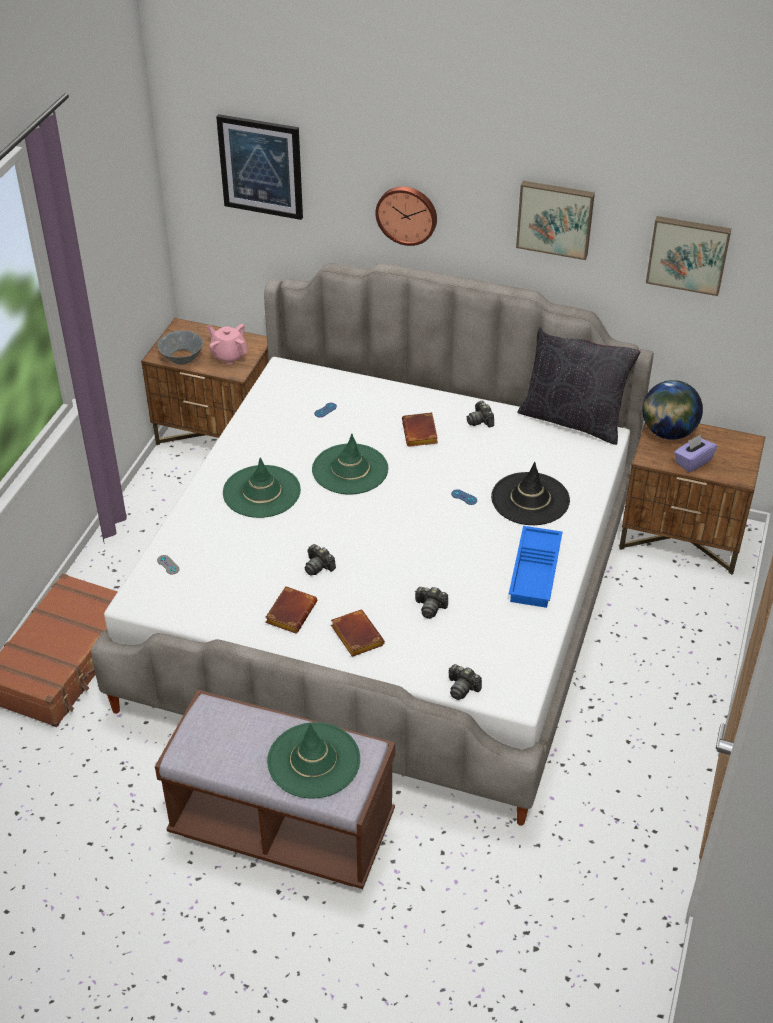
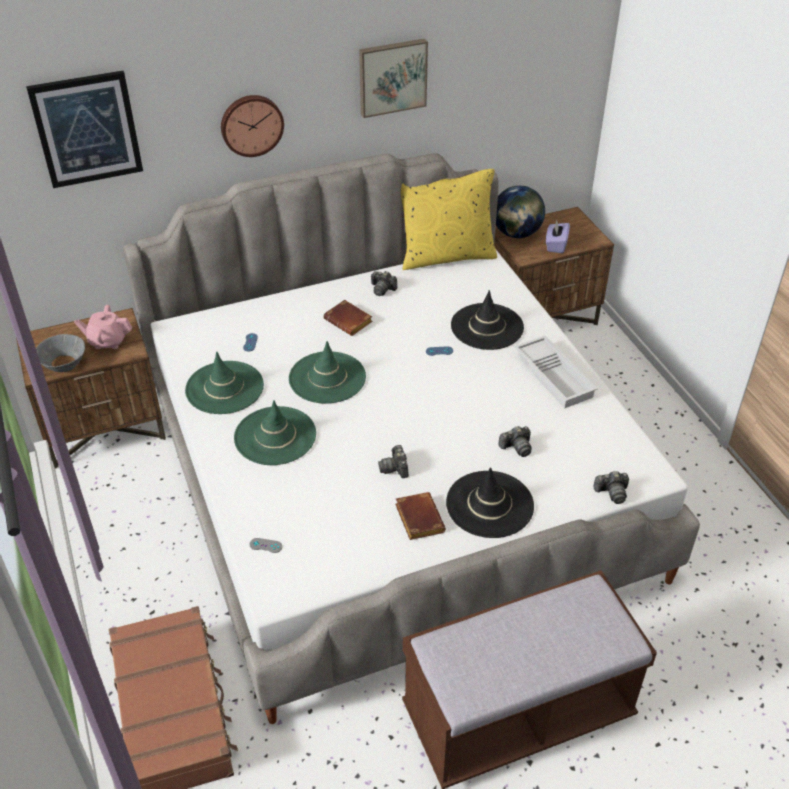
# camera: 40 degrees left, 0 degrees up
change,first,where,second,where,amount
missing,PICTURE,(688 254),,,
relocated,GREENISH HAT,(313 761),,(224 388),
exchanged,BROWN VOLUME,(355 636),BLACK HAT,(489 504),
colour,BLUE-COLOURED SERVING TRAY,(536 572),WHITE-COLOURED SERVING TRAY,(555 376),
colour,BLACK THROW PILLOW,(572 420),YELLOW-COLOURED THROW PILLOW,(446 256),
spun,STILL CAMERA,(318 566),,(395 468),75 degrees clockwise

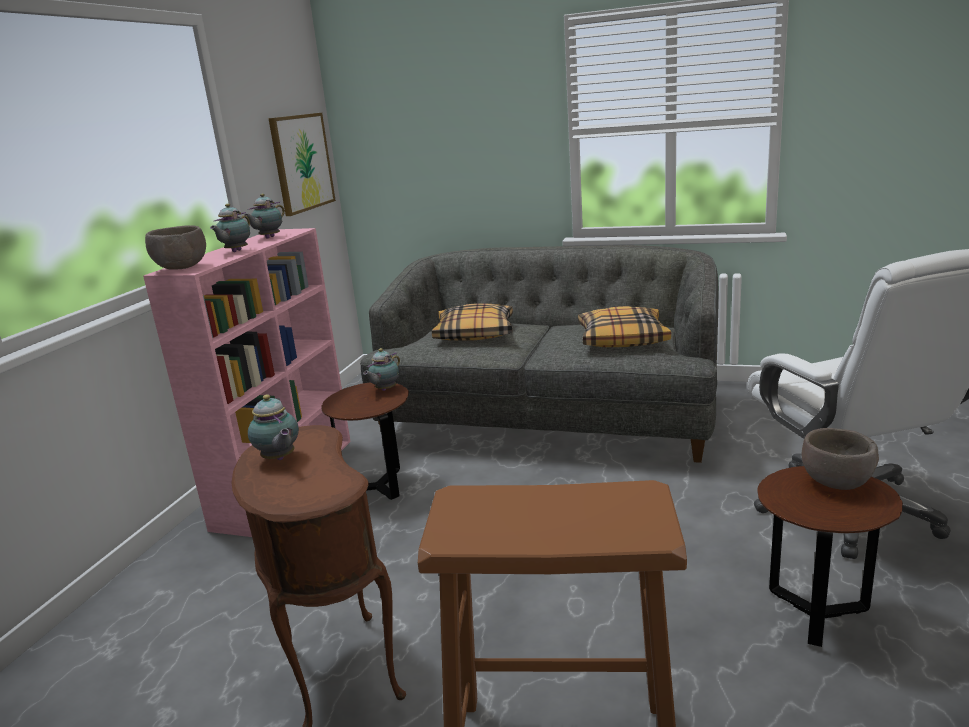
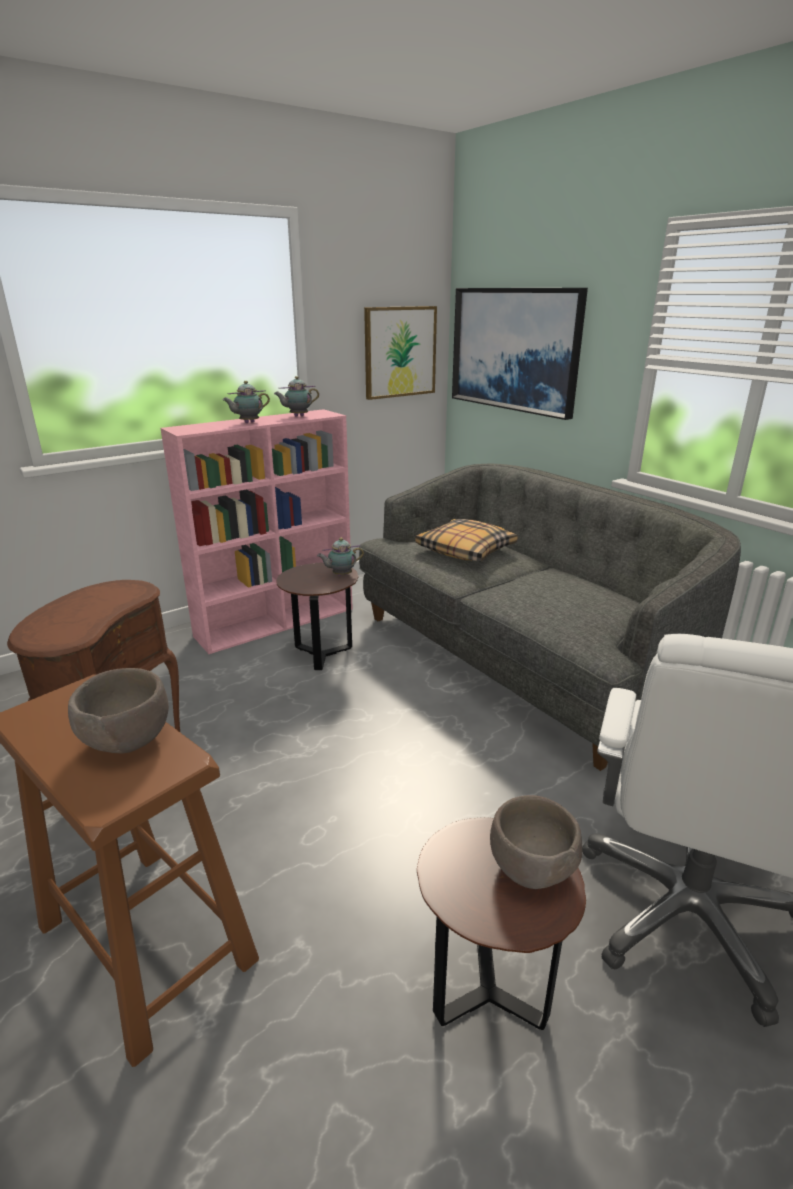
# camera: 35 degrees right, 5 degrees up
change,first,where,second,where,amount
missing,TEA POT,(279 459),,,
missing,THROW PILLOW,(622 338),,,
appeared,,,PICTURE,(514 349),
relocated,BROWN BOWL,(181 268),,(126 741),

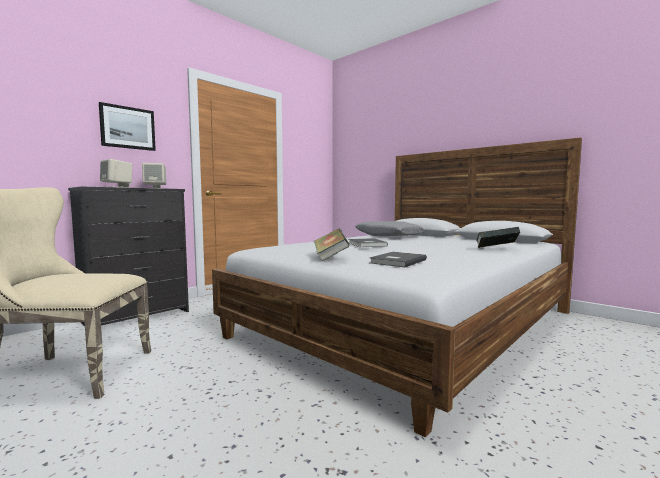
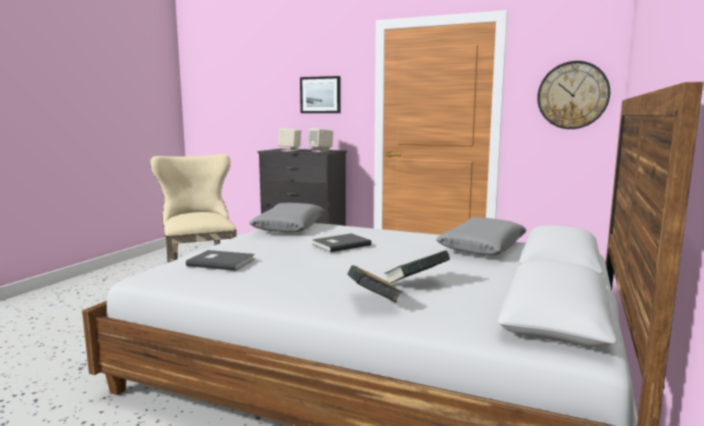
# camera: 70 degrees right, 5 degrees up
change,first,where,second,where,amount
appeared,,,GREY THROW PILLOW,(289 227),
appeared,,,HANGING CLOCK,(572 95),
relocated,VOLUME,(330 258),,(416 284),

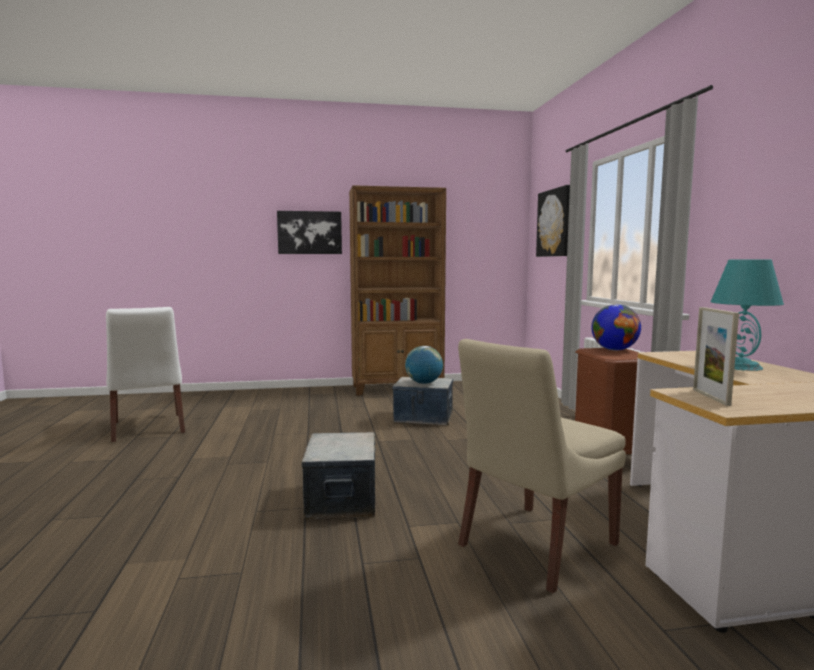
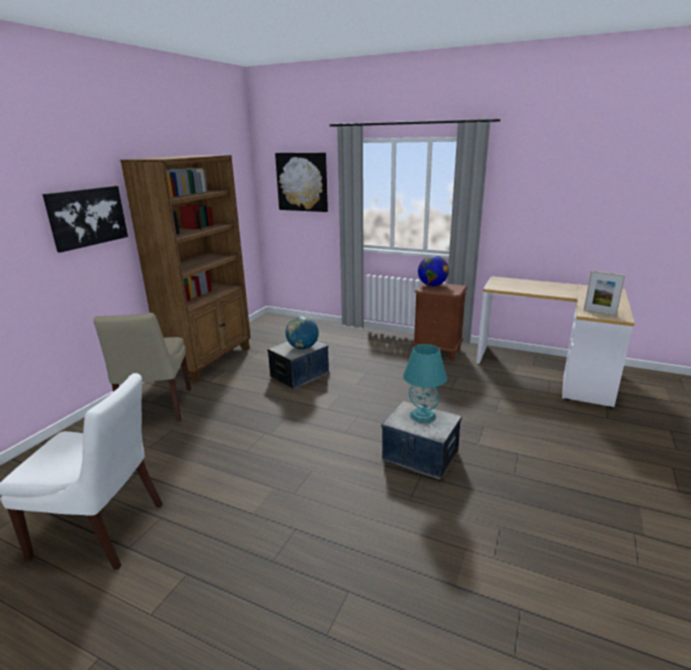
# camera: 55 degrees left, 15 degrees up
change,first,where,second,where,amount
relocated,SAND-COLOURED CHAIR,(534 547),,(155 408),
relocated,TURQUOISE-COLOURED TABLETOP LAMP,(739 366),,(422 416),

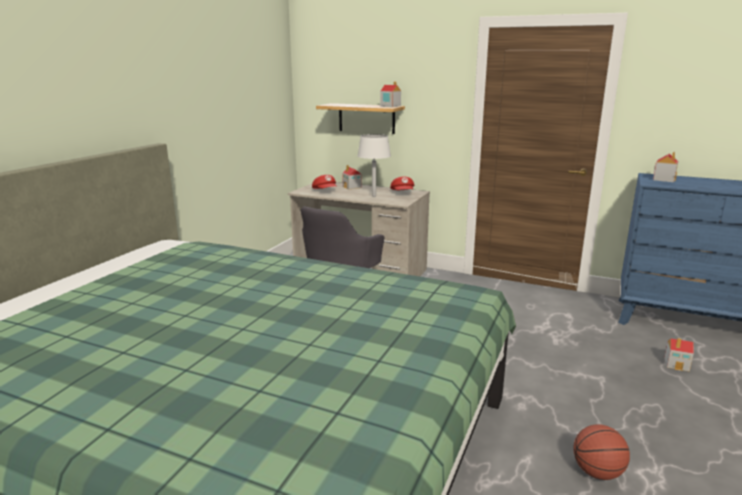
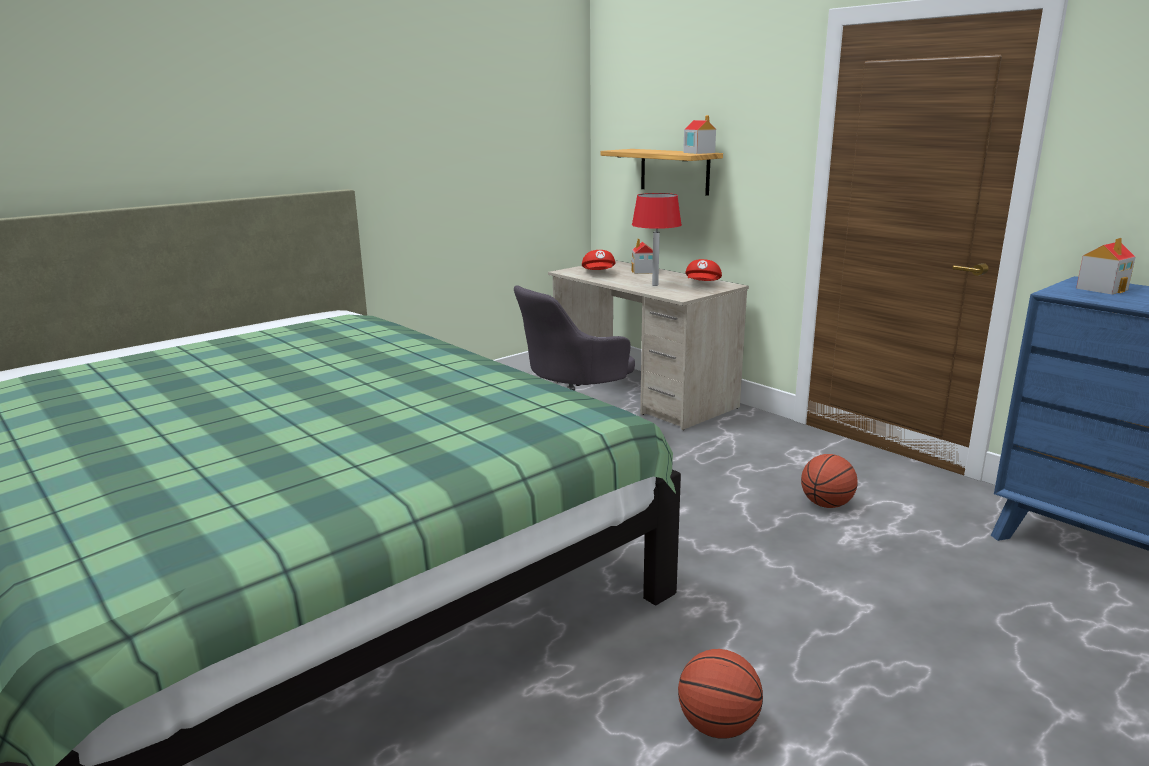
# camera: 25 degrees right, 0 degrees up
change,first,where,second,where,amount
missing,MODEL HOUSE,(677 364),,,
appeared,,,BASKETBALL,(826 504),
colour,WHITE-COLOURED TABLETOP LAMP,(373 196),REDDISH TABLETOP LAMP,(655 285),

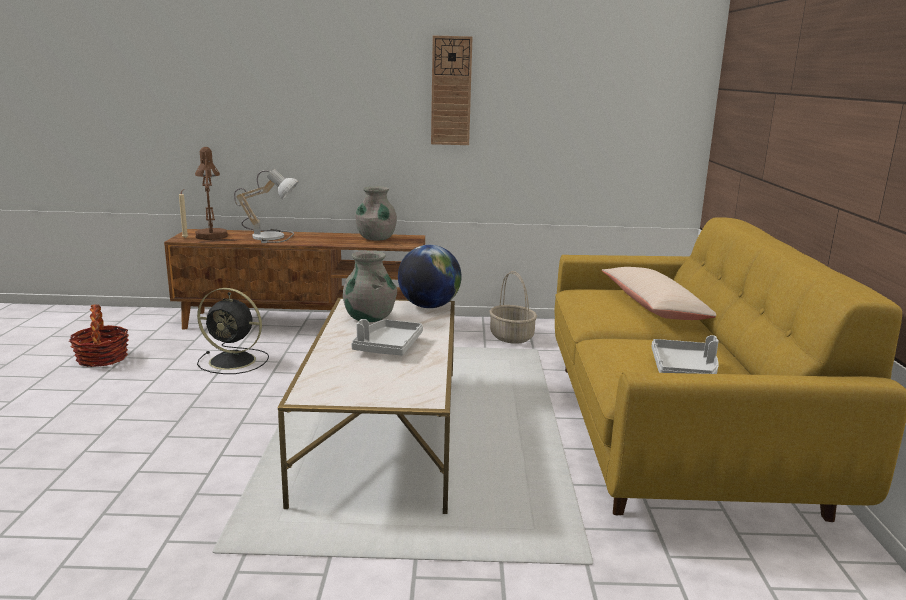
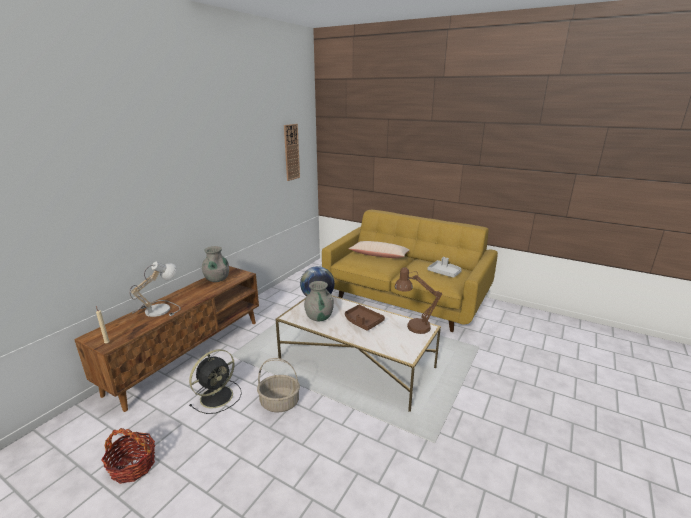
# camera: 60 degrees left, 5 degrees up
change,first,where,second,where,amount
relocated,BROWN TABLETOP LAMP,(211 235),,(413 326),
relocated,HANGING CLOCK,(451 91),,(291 152),
relocated,STORAGE BASKET,(512 337),,(280 402),
colour,GREY SERVING TRAY,(388 347),BROWN SERVING TRAY,(363 322),

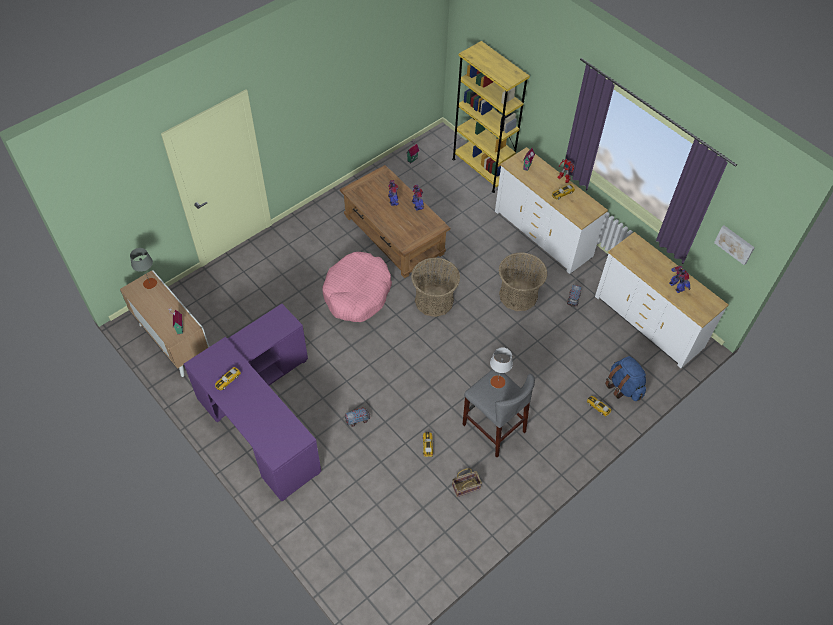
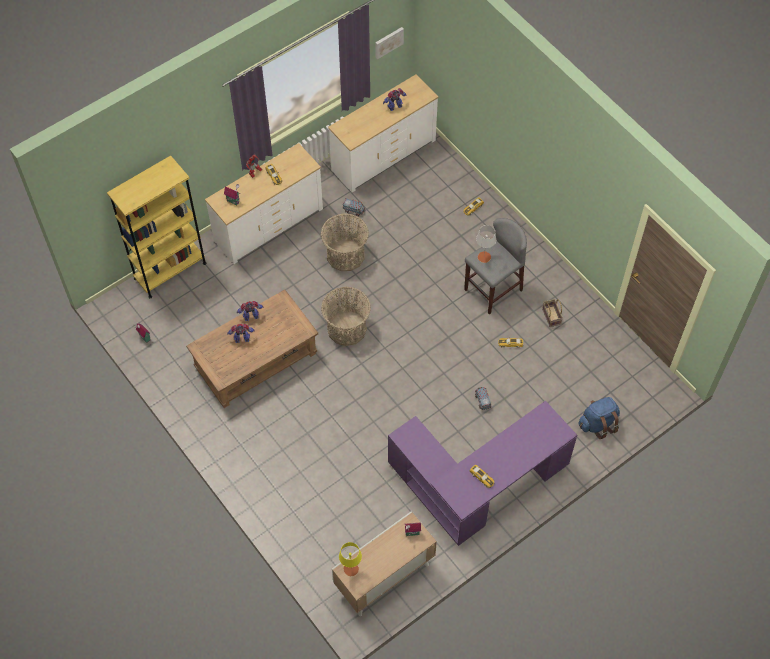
# camera: 85 degrees left, 5 degrees up
change,first,where,second,where,amount
missing,PINK-COLOURED DOG BED,(357 293),,,
relocated,BLUE-COLOURED RUCKSACK,(624 387),,(598 424),
colour,GREY TABLETOP LAMP,(150 283),YELLOW-COLOURED TABLETOP LAMP,(351 569),

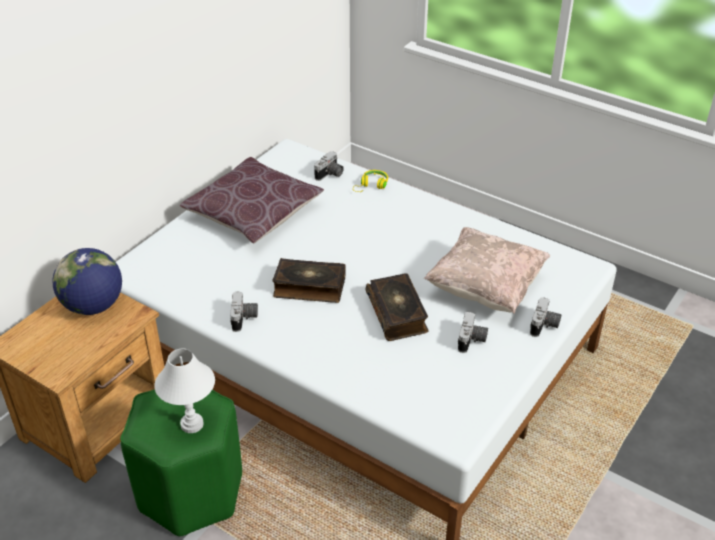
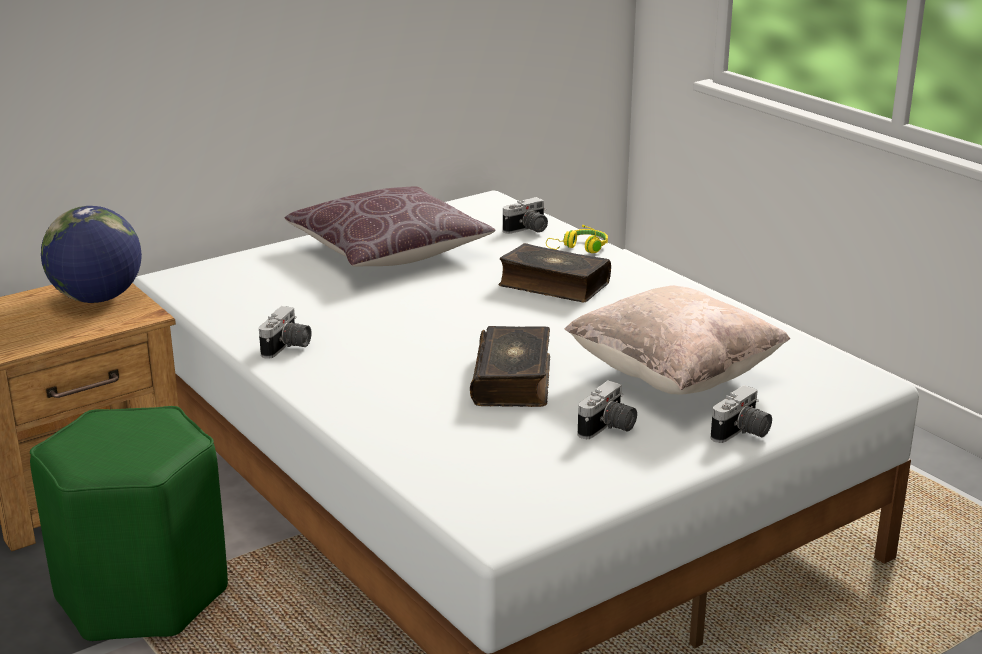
# camera: 20 degrees right, 15 degrees down
change,first,where,second,where,amount
missing,WHITE-COLOURED TABLETOP LAMP,(191 424),,,
relocated,VOLUME,(309 287),,(553 285),

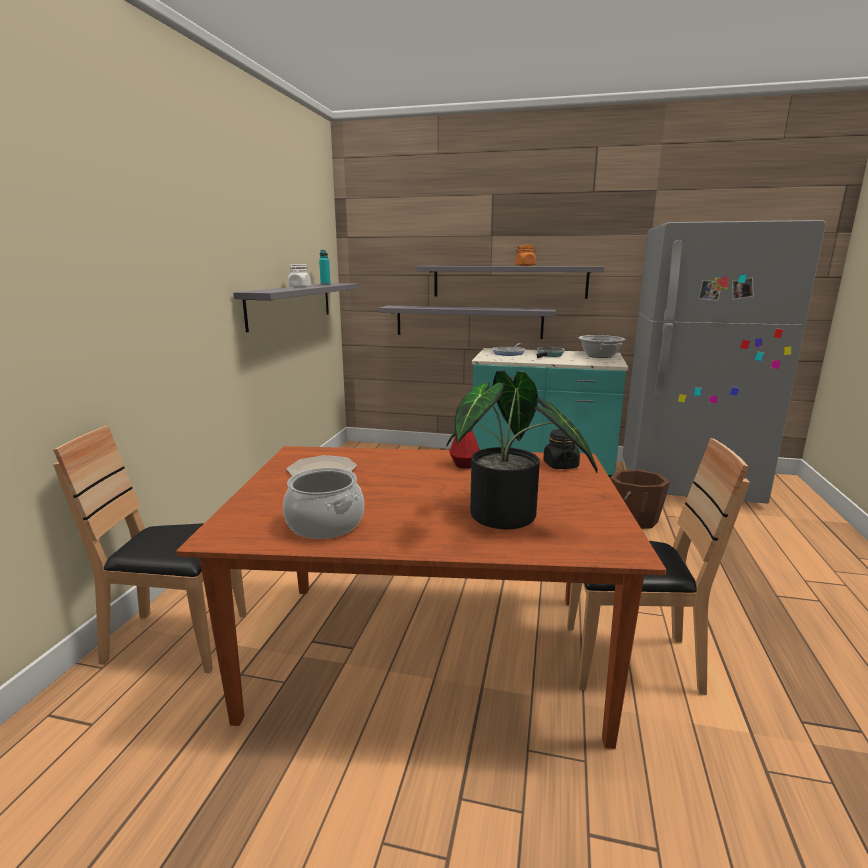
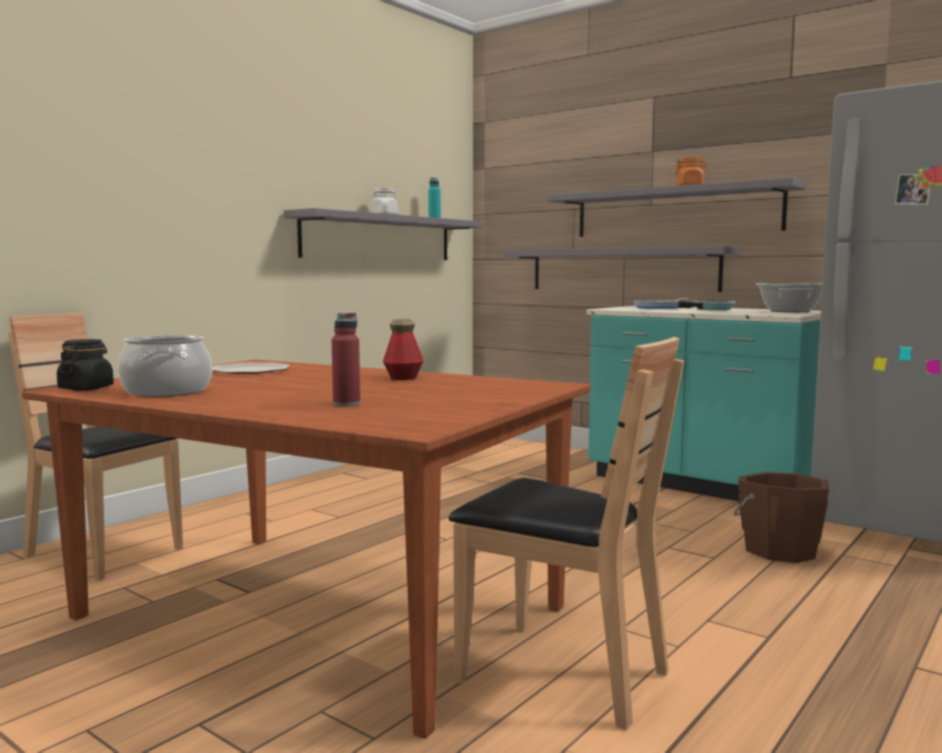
# camera: 25 degrees right, 10 degrees down
change,first,where,second,where,amount
relocated,BLACK STORAGE JAR,(560 465),,(86 388),
exchanged,HOUSEPLANT,(508 519),REDDISH BOTTLE,(346 404),

